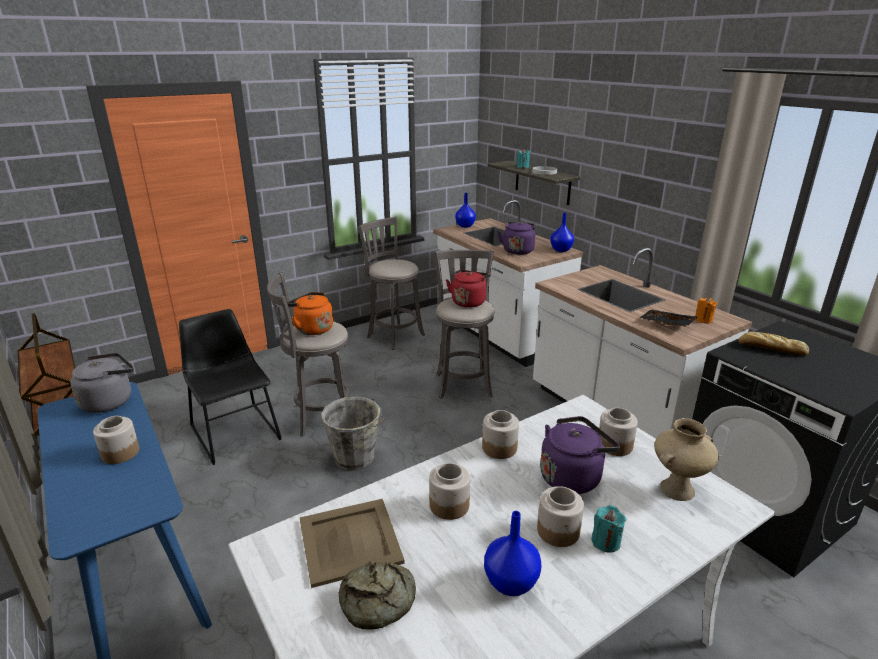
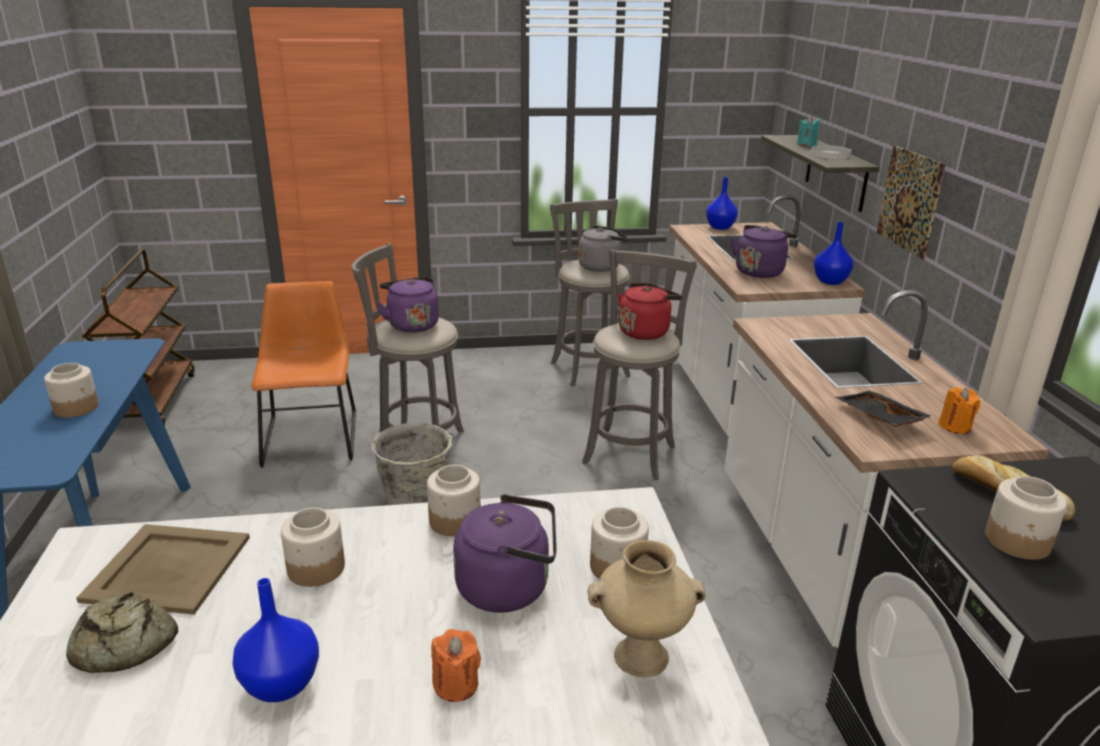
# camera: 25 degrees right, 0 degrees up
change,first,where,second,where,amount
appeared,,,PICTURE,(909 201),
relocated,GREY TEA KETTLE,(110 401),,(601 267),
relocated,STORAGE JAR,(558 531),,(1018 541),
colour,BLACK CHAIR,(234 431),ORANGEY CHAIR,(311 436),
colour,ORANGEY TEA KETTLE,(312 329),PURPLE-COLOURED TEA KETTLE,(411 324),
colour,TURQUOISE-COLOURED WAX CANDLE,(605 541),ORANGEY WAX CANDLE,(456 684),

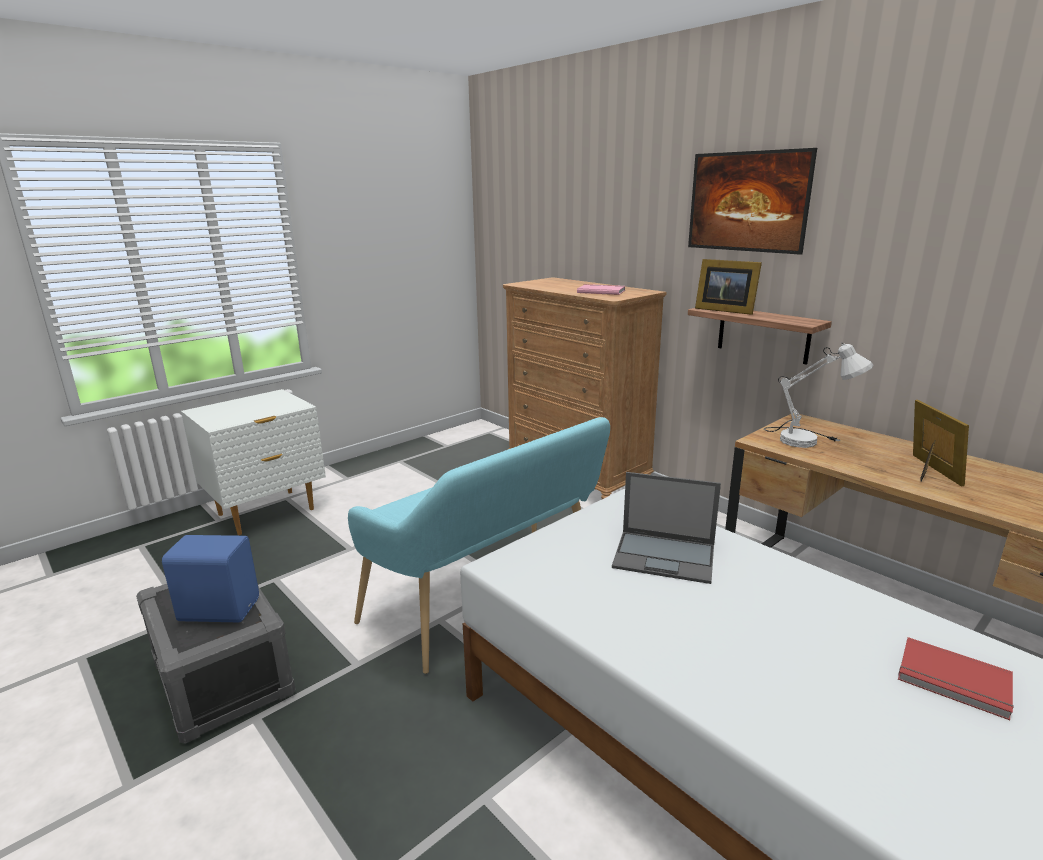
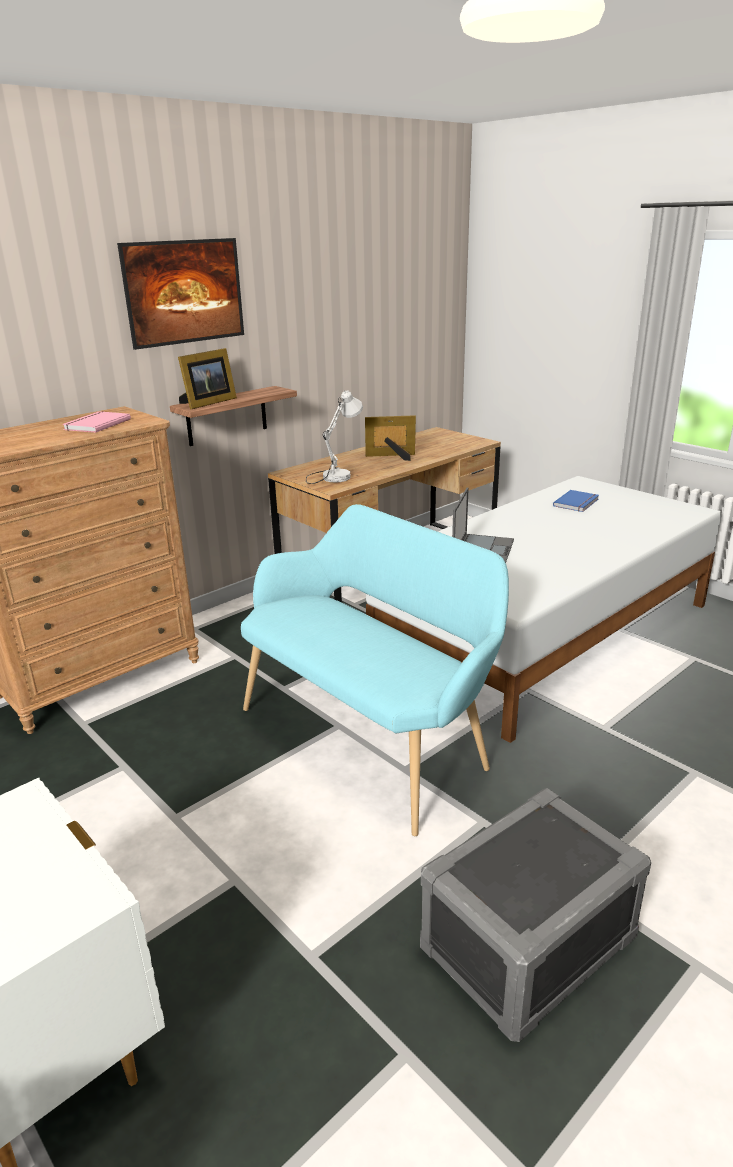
# camera: 90 degrees left, 5 degrees up
change,first,where,second,where,amount
missing,BLUE-COLOURED SPEAKER,(219 609),,,
colour,REDDISH VOLUME,(954 681),BLUE-COLOURED VOLUME,(577 503),

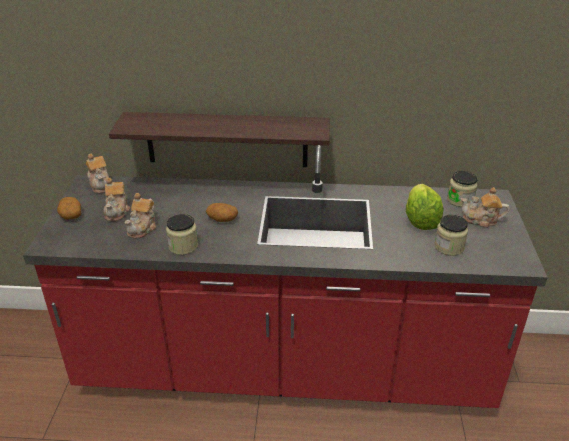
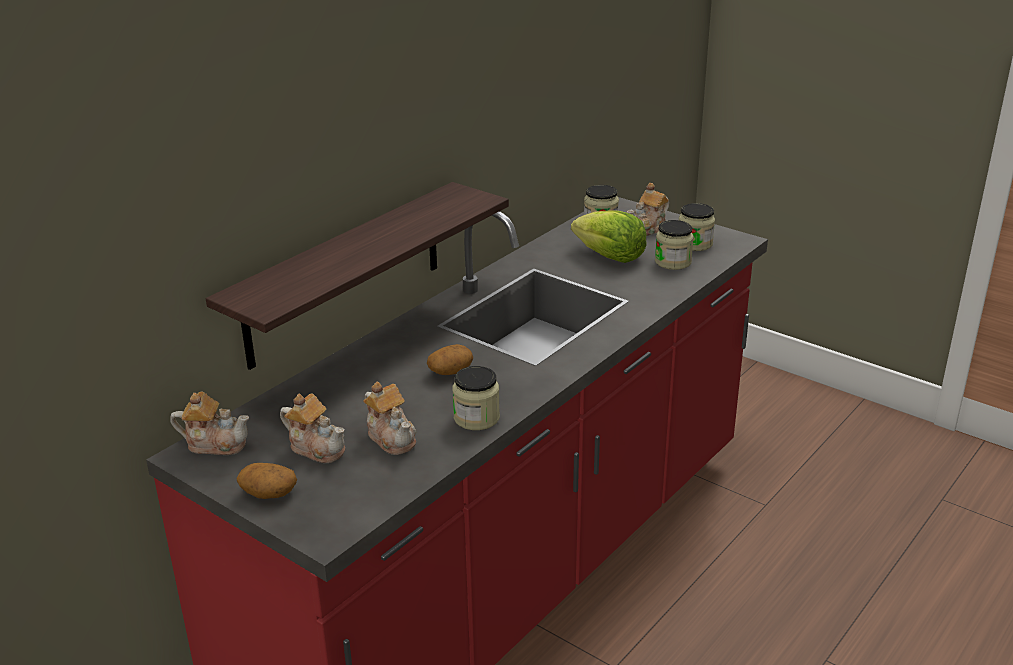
# camera: 55 degrees left, 5 degrees down
change,first,where,second,where,amount
appeared,,,STORAGE JAR,(694 244),

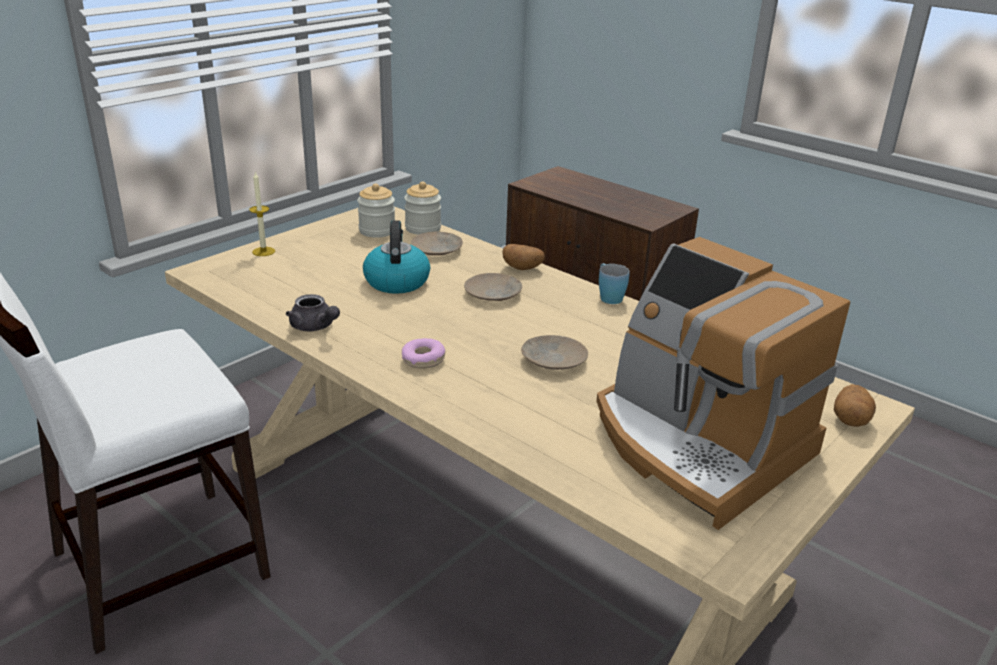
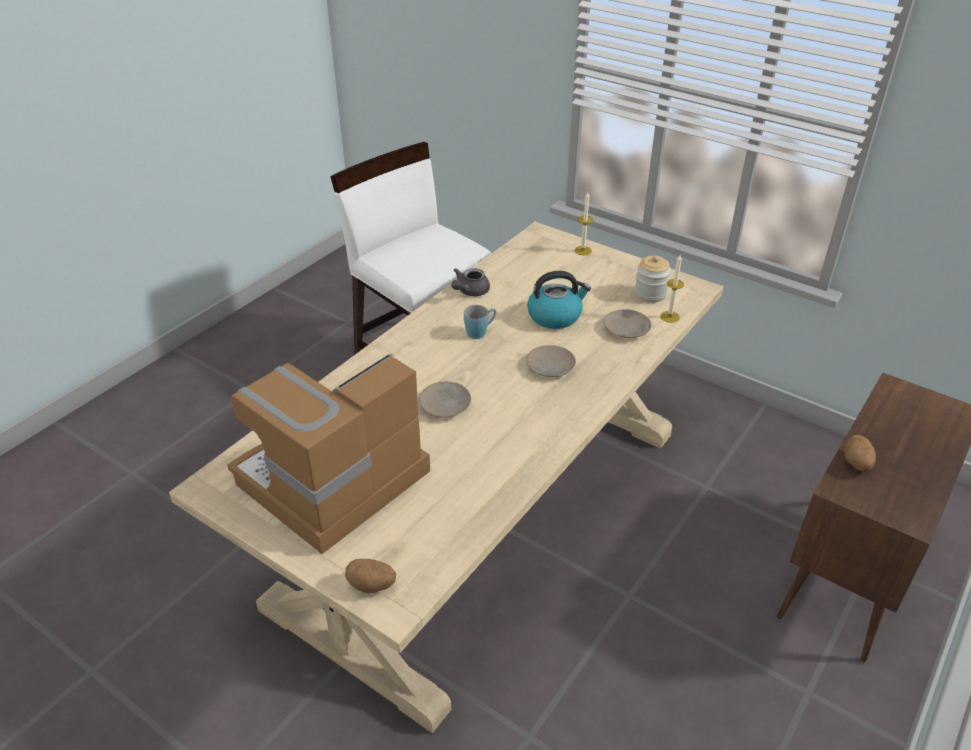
# camera: 85 degrees right, 10 degrees up
change,first,where,second,where,amount
missing,DOUGHNUT,(423 360),,,
relocated,SPUD,(522 268),,(857 463),
relocated,BLUE-COLOURED TEA MUG,(608 296),,(480 332),
exchanged,STORAGE JAR,(423 228),WAX CANDLE,(669 317),

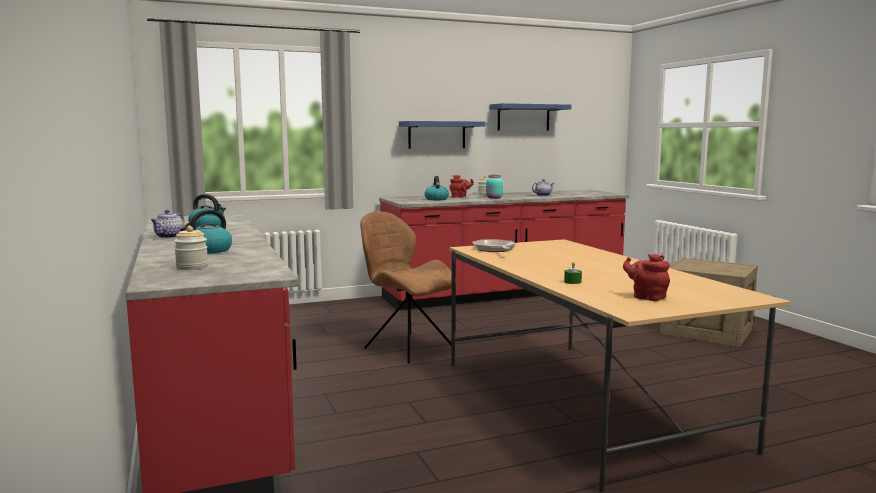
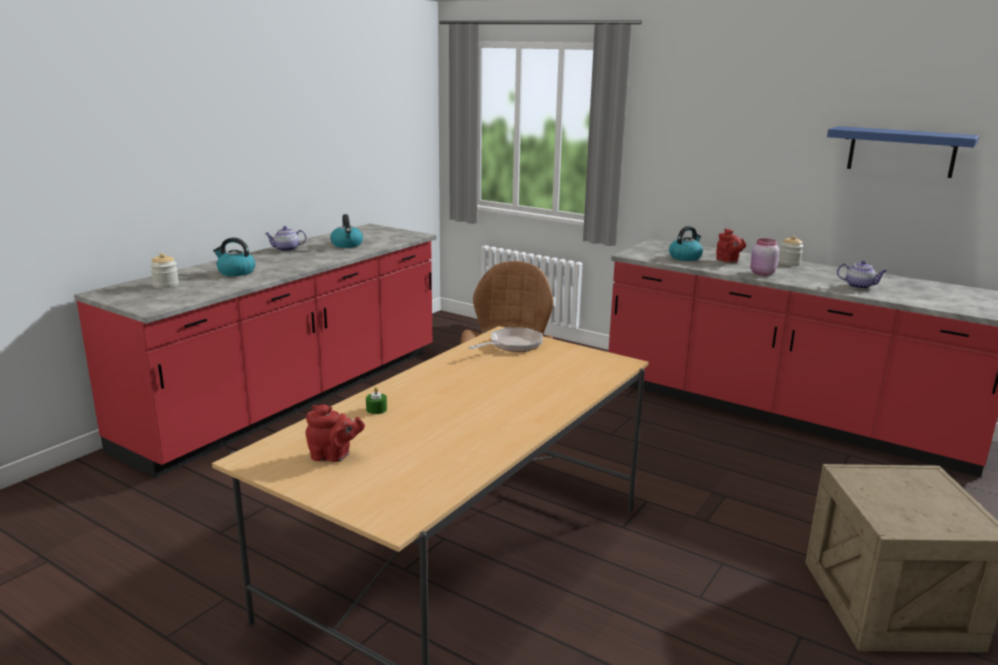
# camera: 55 degrees right, 10 degrees up
change,first,where,second,where,amount
missing,BLUE-COLOURED WALL SHELF,(436 135),,,
colour,TURQUOISE-COLOURED STORAGE JAR,(494 198),PINK-COLOURED STORAGE JAR,(761 273),
spun,REDDISH TEA POT,(646 297),,(333 456),90 degrees clockwise

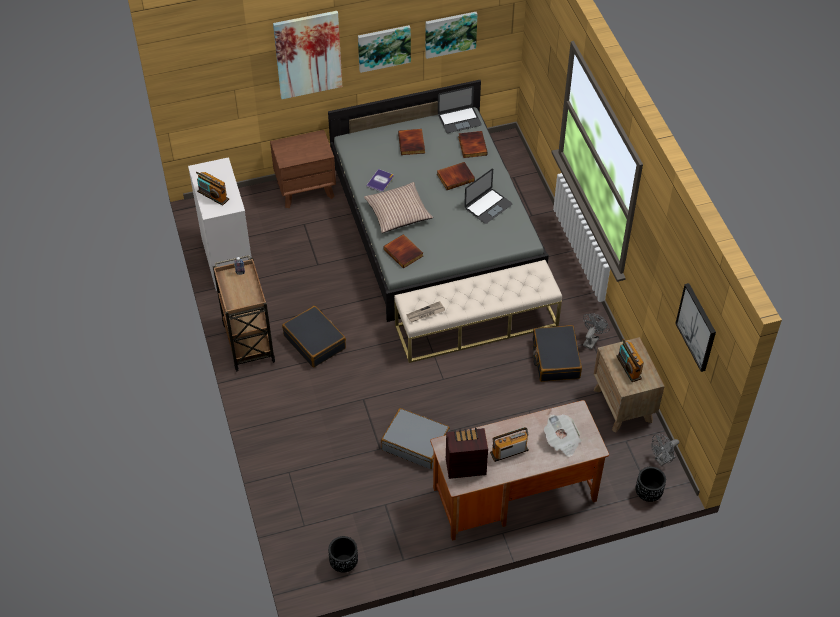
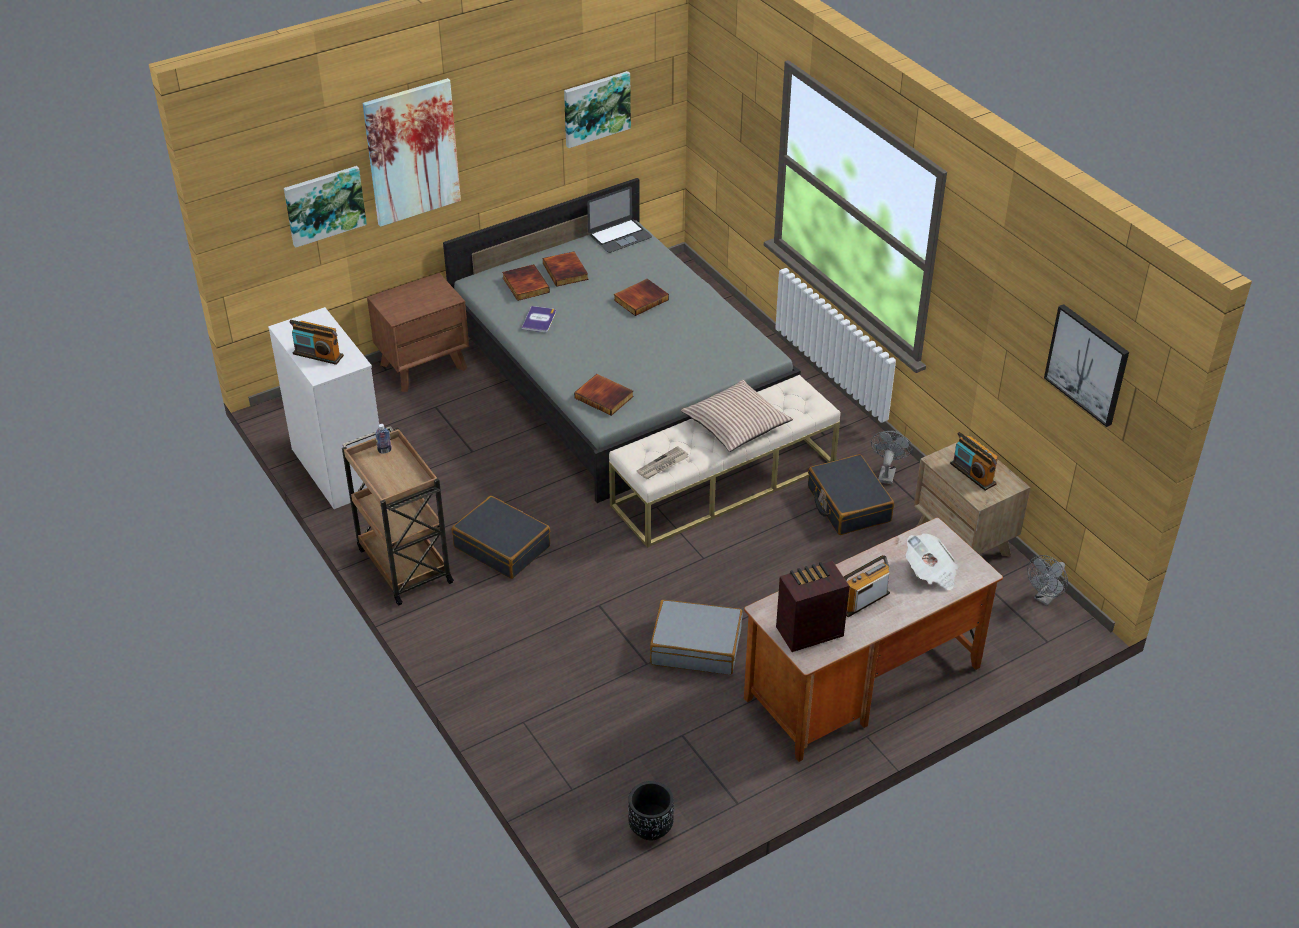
# camera: 15 degrees left, 10 degrees down
change,first,where,second,where,amount
missing,NOTEBOOK COMPUTER,(488 206),,,
missing,BLACK PLANTER,(648 493),,,
relocated,PICTURE,(384 47),,(324 205),
relocated,THROW PILLOW,(398 213),,(736 424),
relocated,VOLUME,(471 146),,(524 285),

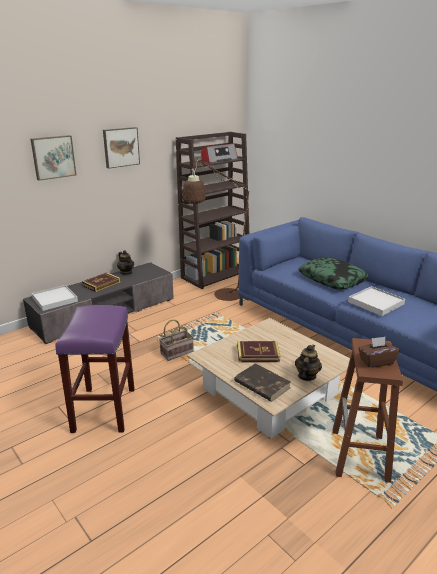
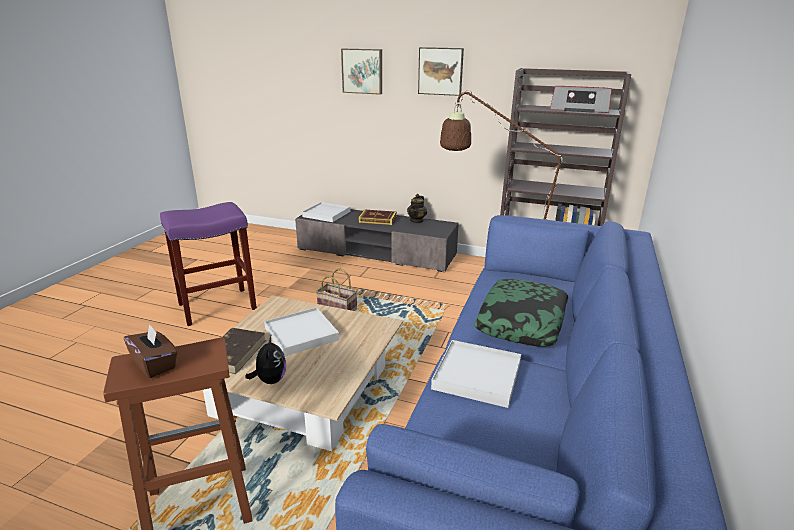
# camera: 60 degrees right, 0 degrees up
change,first,where,second,where,amount
exchanged,VOLUME,(258 354),WHITE-COLOURED SERVING TRAY,(301 334),
exchanged,TEA POT,(306 376),CUDDLY TOY,(270 380),

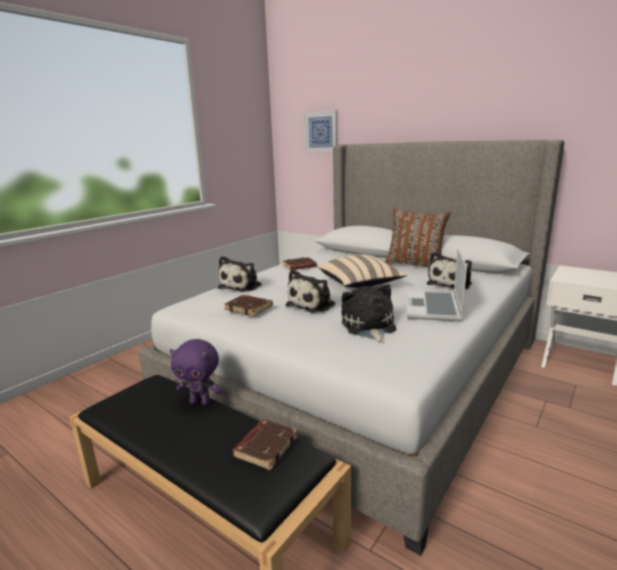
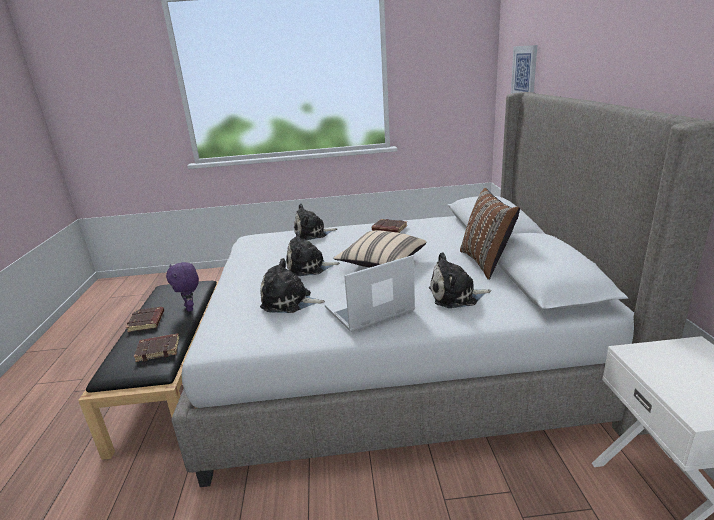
# camera: 50 degrees right, 5 degrees up
change,first,where,second,where,amount
relocated,BROWN VOLUME,(249 308),,(147 322),
spun,CUDDLY TOY,(368 327),,(289 302),120 degrees counterclockwise

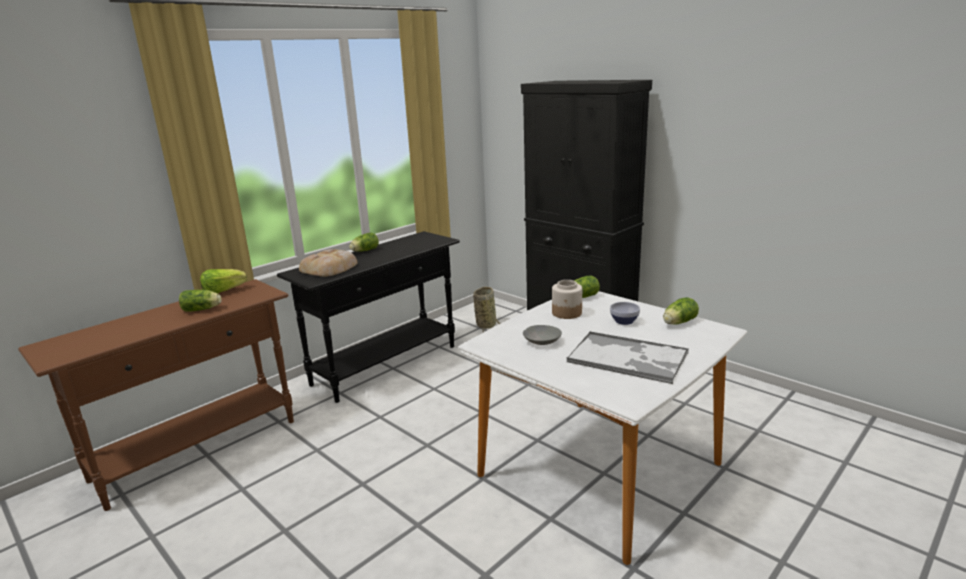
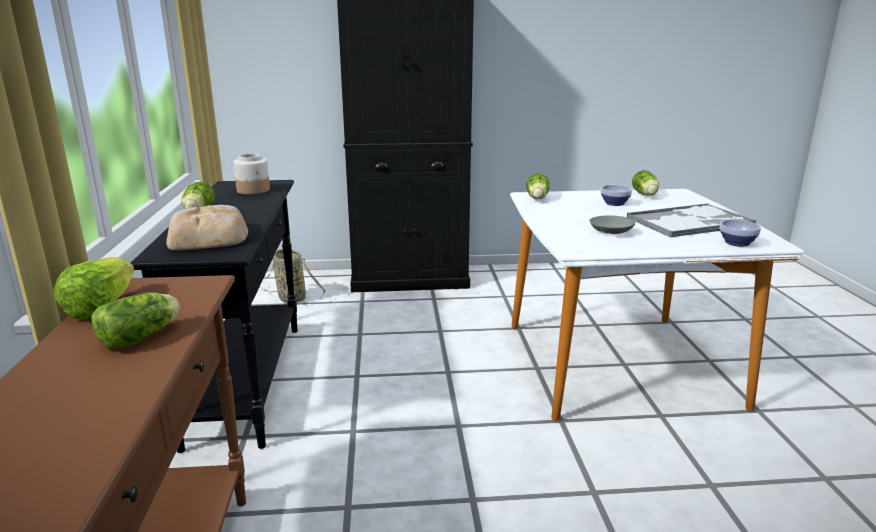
# camera: 50 degrees left, 0 degrees up
change,first,where,second,where,amount
appeared,,,BOWL,(736 243),
relocated,STORAGE JAR,(567 313),,(253 190),

